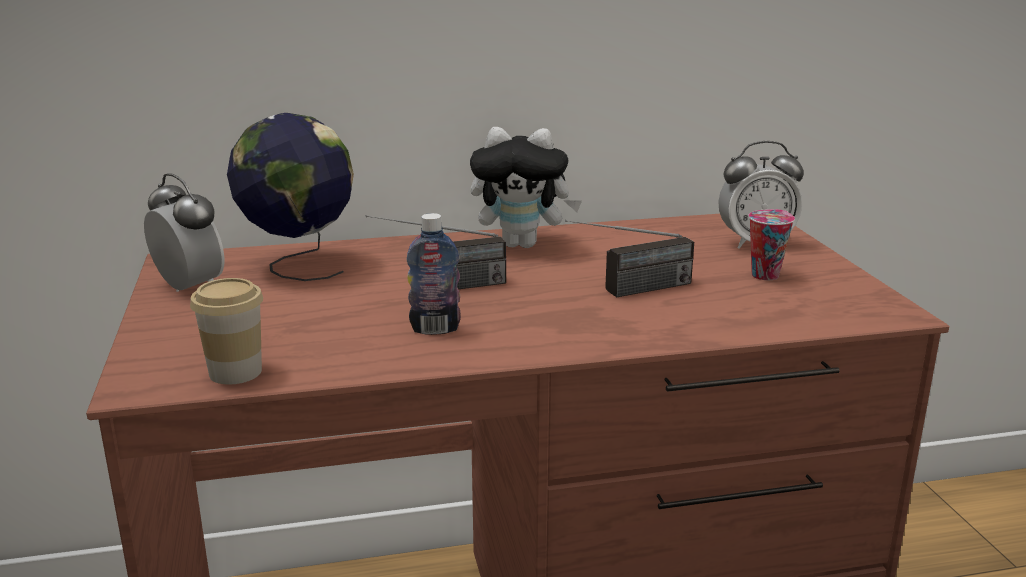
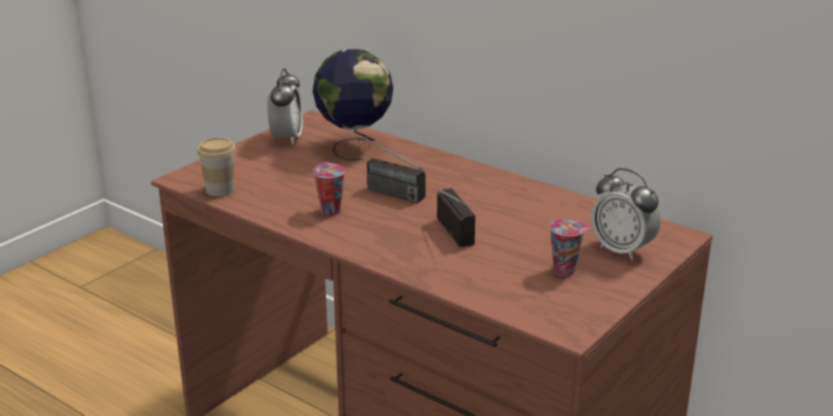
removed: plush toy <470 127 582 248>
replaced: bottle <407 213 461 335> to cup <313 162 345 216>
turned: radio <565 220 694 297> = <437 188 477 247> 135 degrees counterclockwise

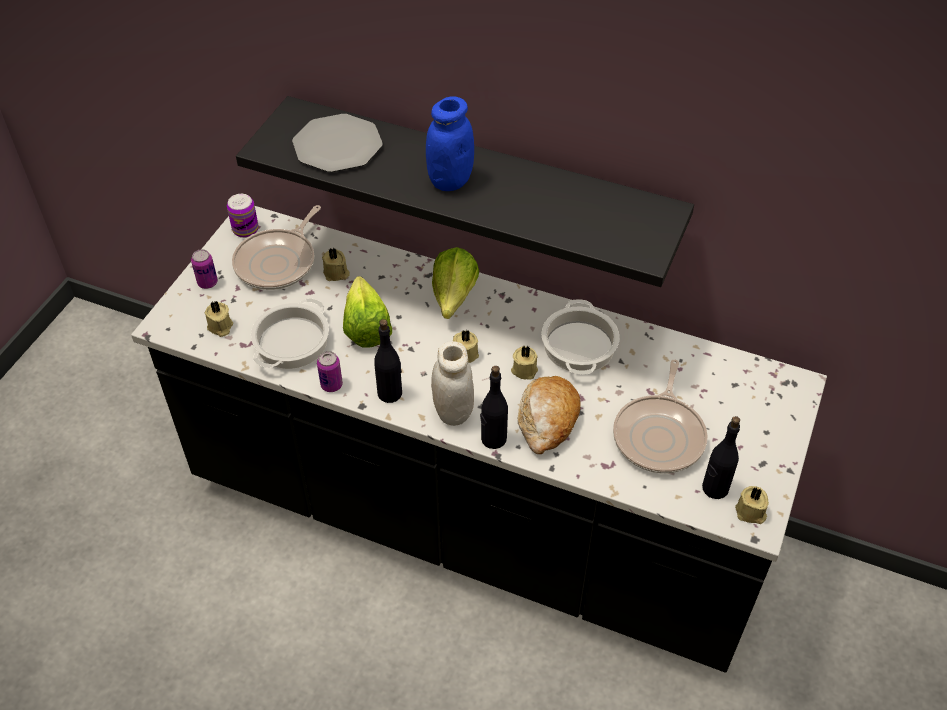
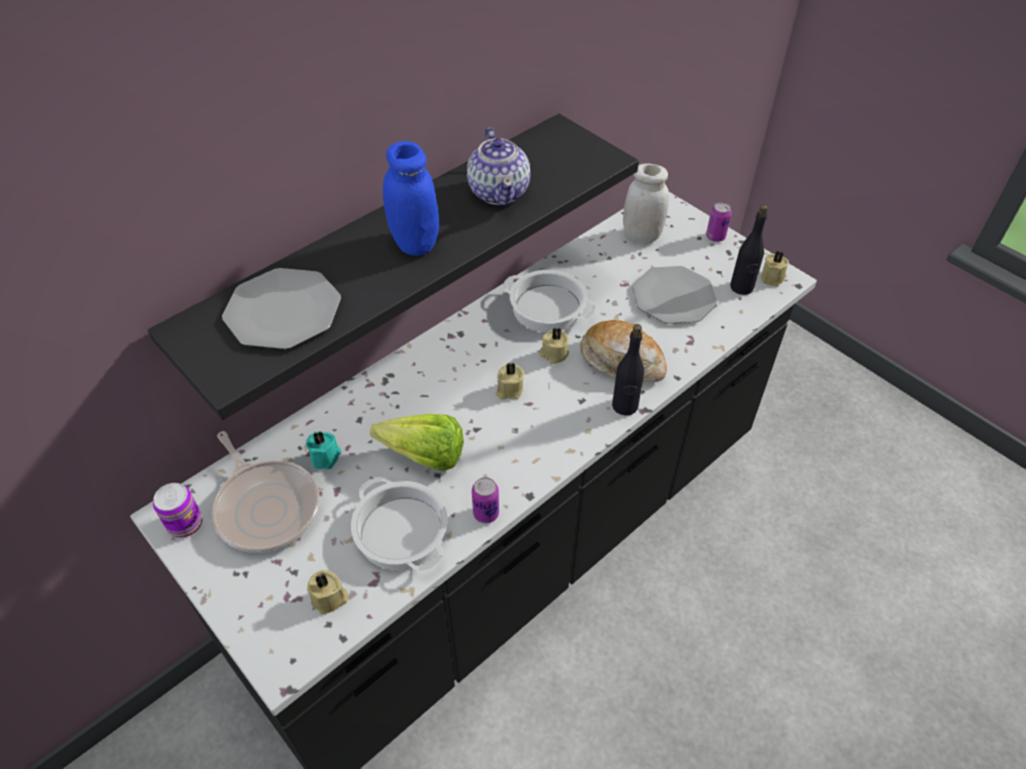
removed: bottle (black) <374 319 402 403>; lettuce <432 247 479 319>
added: teapot <467 128 530 206>
moved: can <191 249 218 289> to <706 202 732 242>; jar (white) <431 341 474 426> to <623 163 669 244>
replaced: frying pan <613 360 708 473> to plate <632 266 717 324>
recoloured: candle (beige) <322 247 350 281> to candle (turquoise) <306 432 341 469>

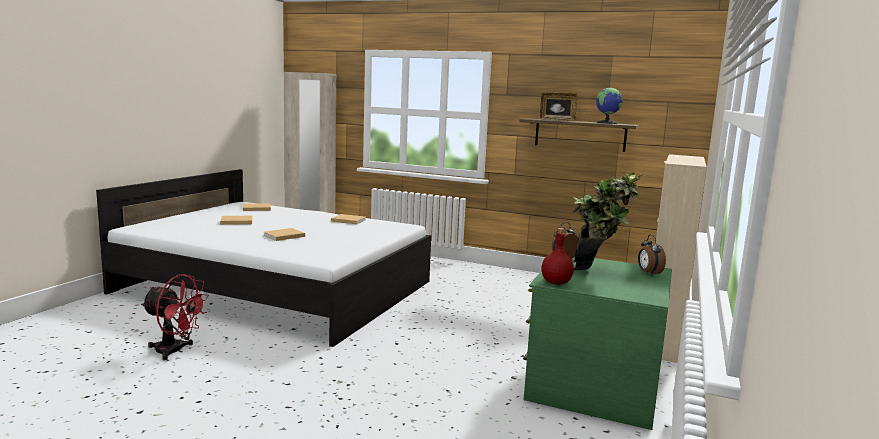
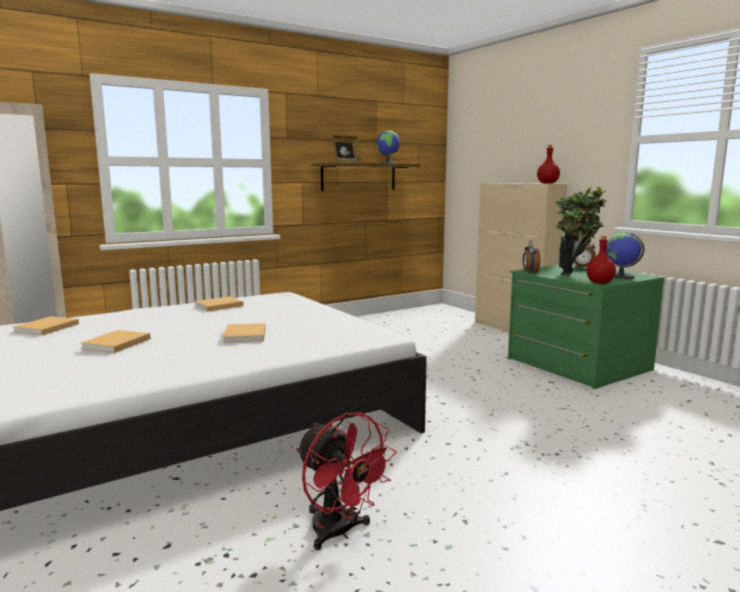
added: bottle (red) <537 145 560 184>; globe <606 233 644 279>
turned: fan (red) <141 274 209 360> = <296 413 396 550> 90 degrees clockwise

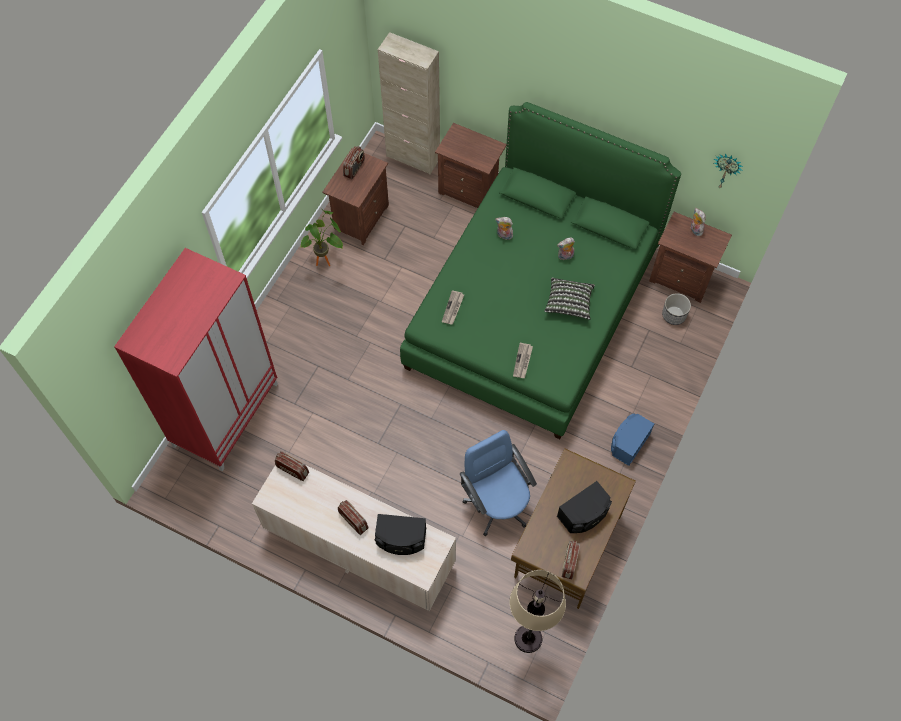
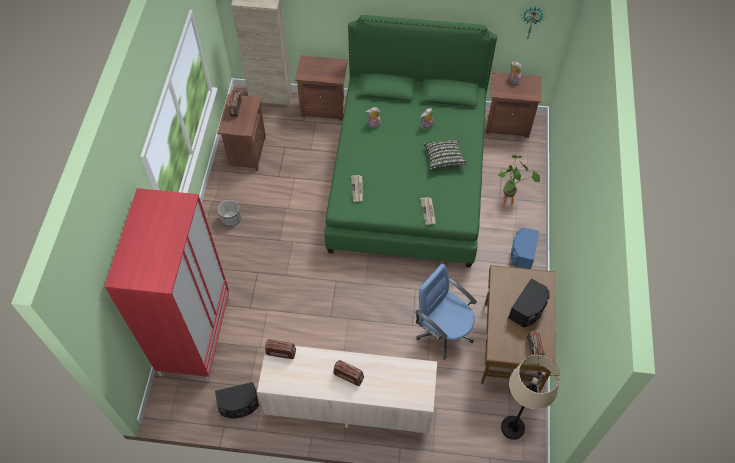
moved: potted plant <301 210 343 266> to <498 155 540 207>; speaker (black) <374 514 426 555> to <215 382 259 418>; planter <662 293 691 325> to <218 200 241 226>

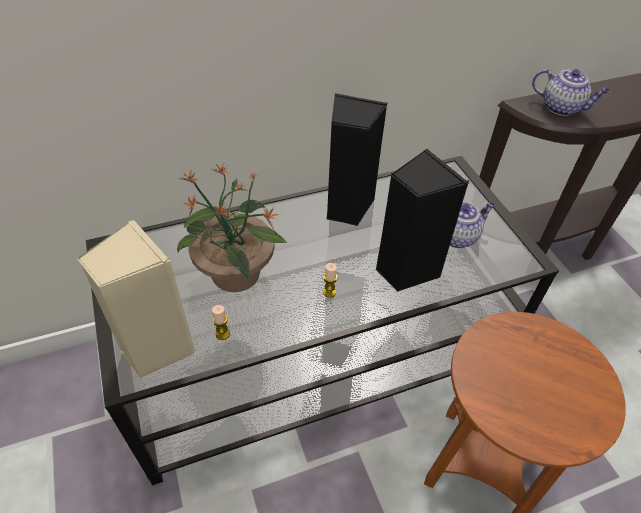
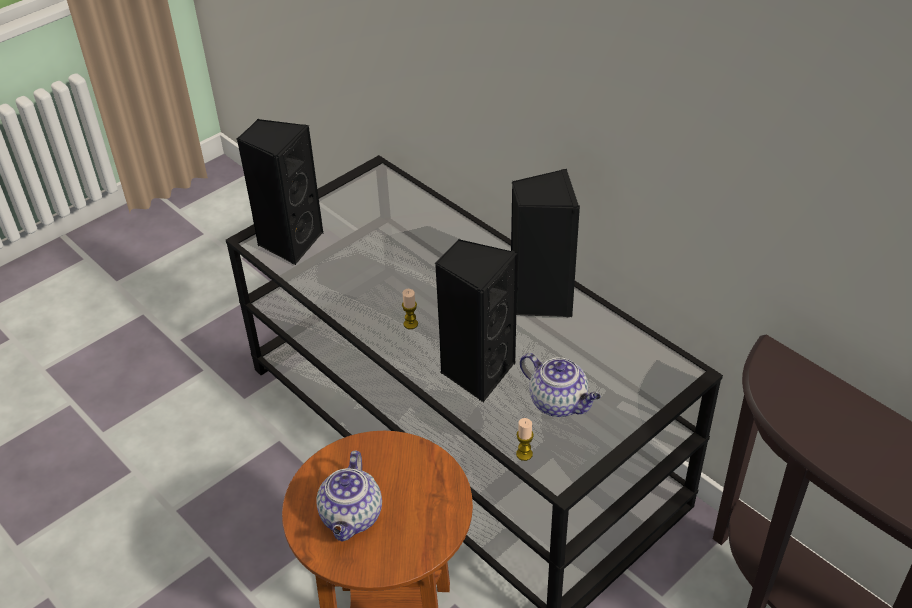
removed: potted plant <177 163 287 292>
moved: candle <212 305 230 340> to <516 418 534 461>; teapot <532 69 610 116> to <316 451 382 541>
recoloured: speaker (beige) <77 219 196 378> to speaker (black) <237 118 324 265>

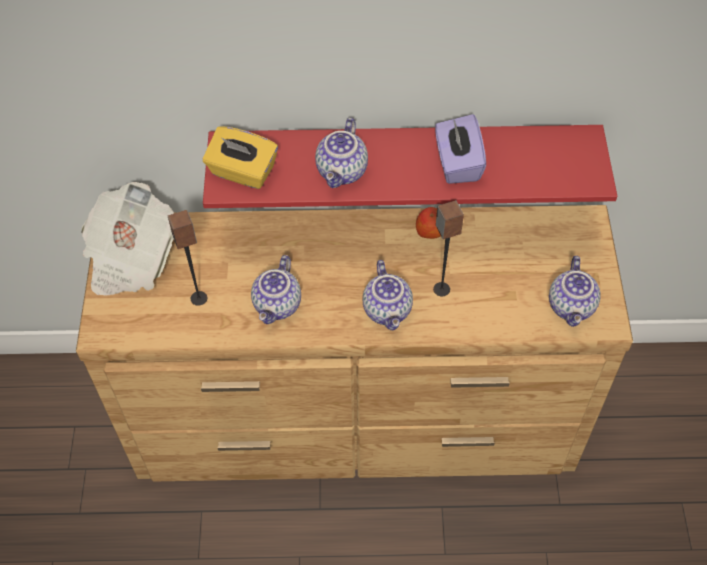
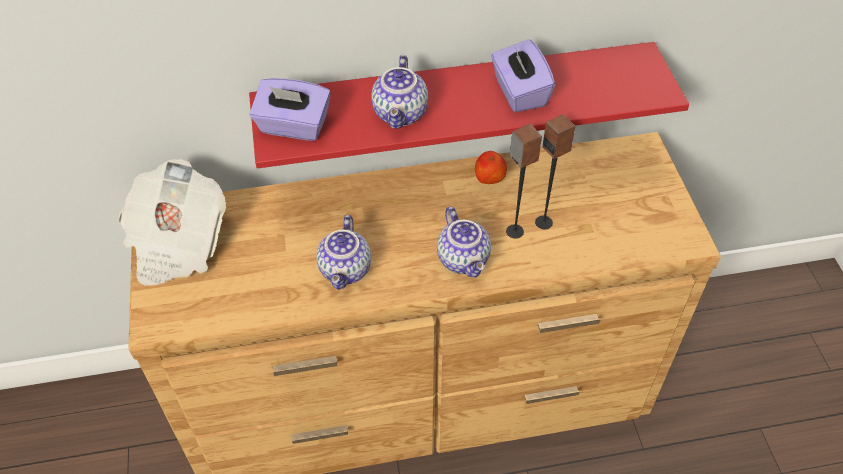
removed: teapot <549 256 601 327>
moved: speaker <168 210 207 306> to <535 114 576 229>
recoloured: tissue box (yellow) <203 126 278 189> to tissue box (purple) <250 78 331 141>

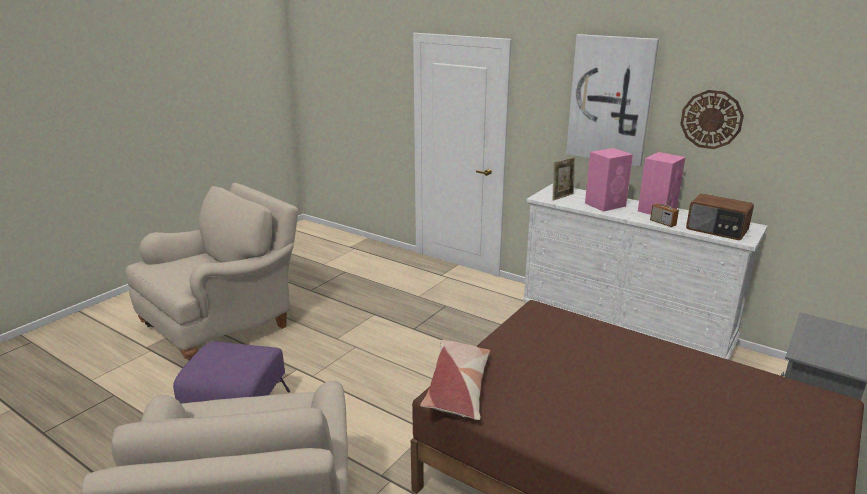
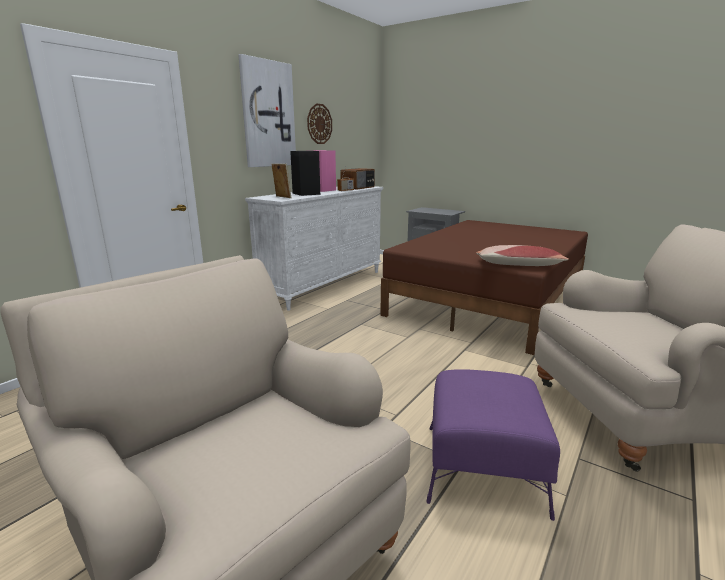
recoloured: speaker (pink) <585 148 633 212> to speaker (black) <290 151 320 196>

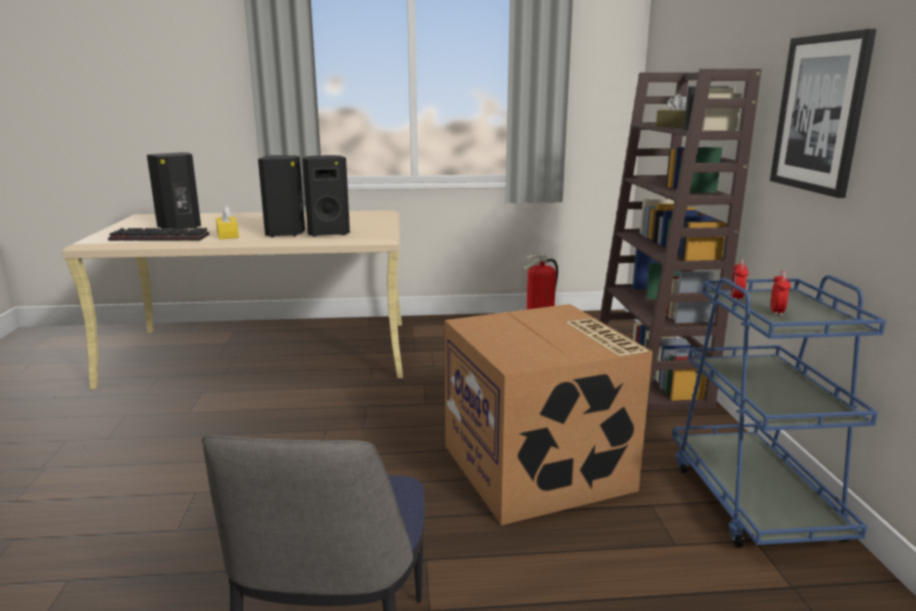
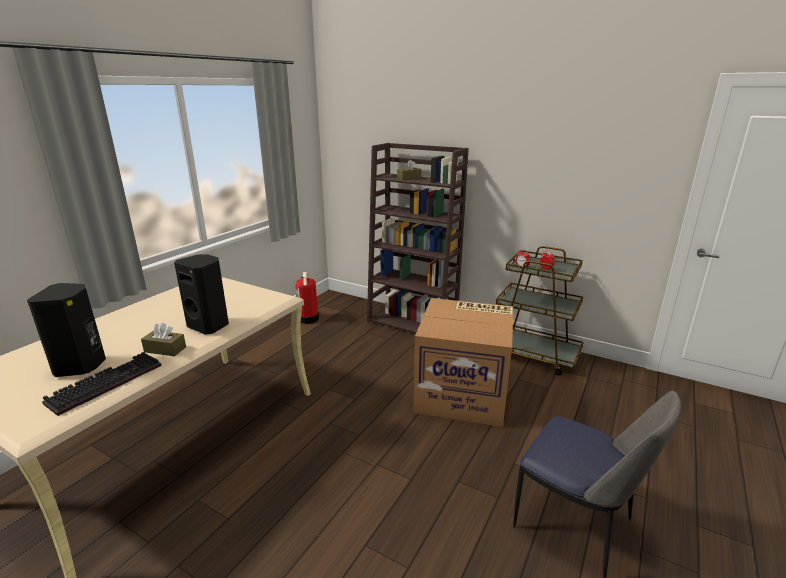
removed: speaker (black) <302 155 350 237>; picture <770 29 876 198>
recoloured: tissue box (yellow) <216 206 239 239> to tissue box (brown) <141 322 186 356>; cart (blue) <672 275 886 548> to cart (brown) <496 246 584 376>

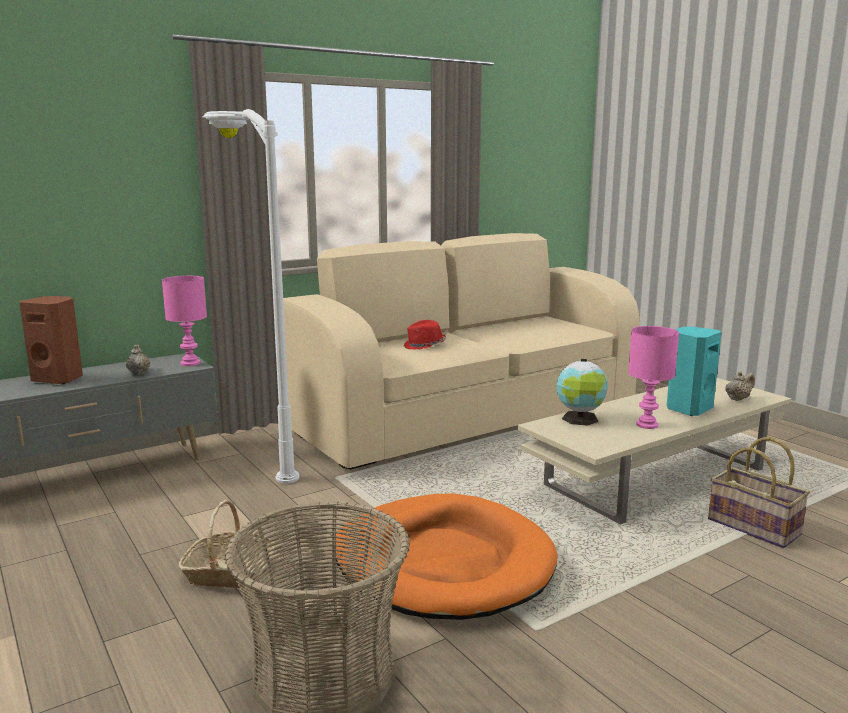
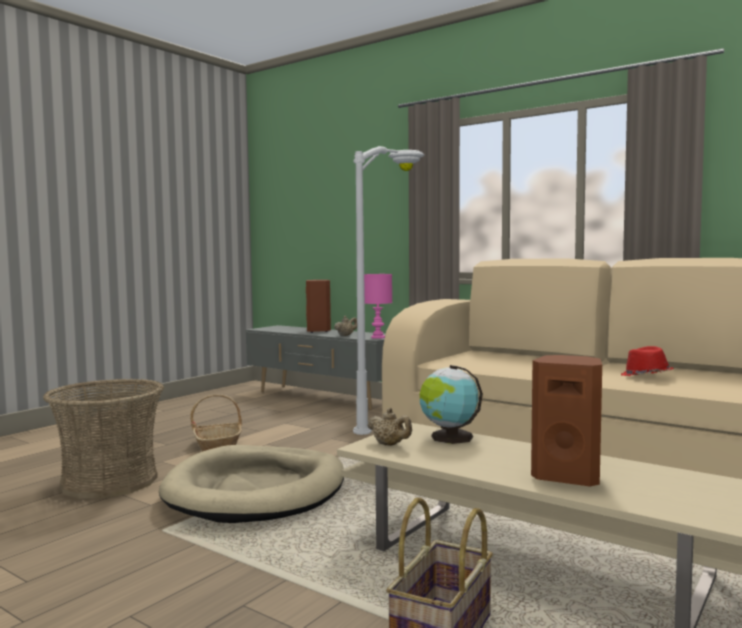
removed: table lamp (pink) <628 326 679 429>
moved: hat (red) <404 320 447 350> to <621 346 674 376>; teapot (beige) <725 372 755 401> to <367 408 412 446>
recoloured: dog bed (orange) <336 494 558 620> to dog bed (beige) <159 445 344 523>; speaker (turquoise) <667 327 722 416> to speaker (brown) <531 355 602 487>

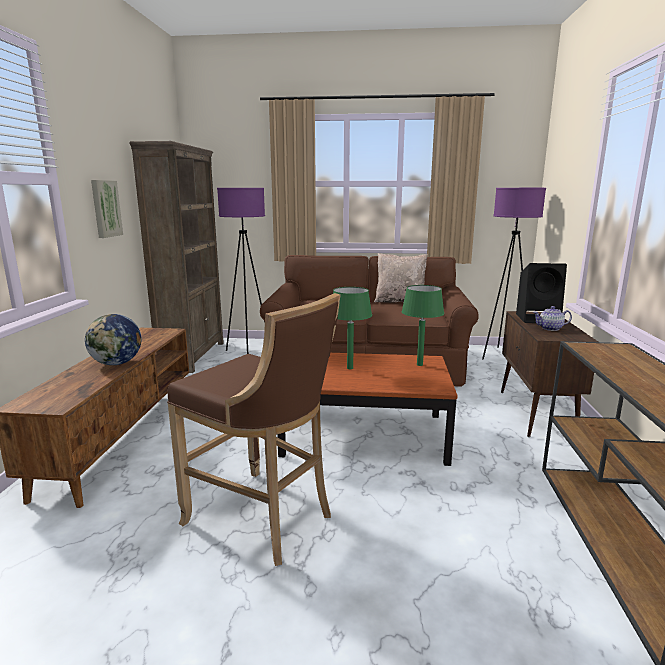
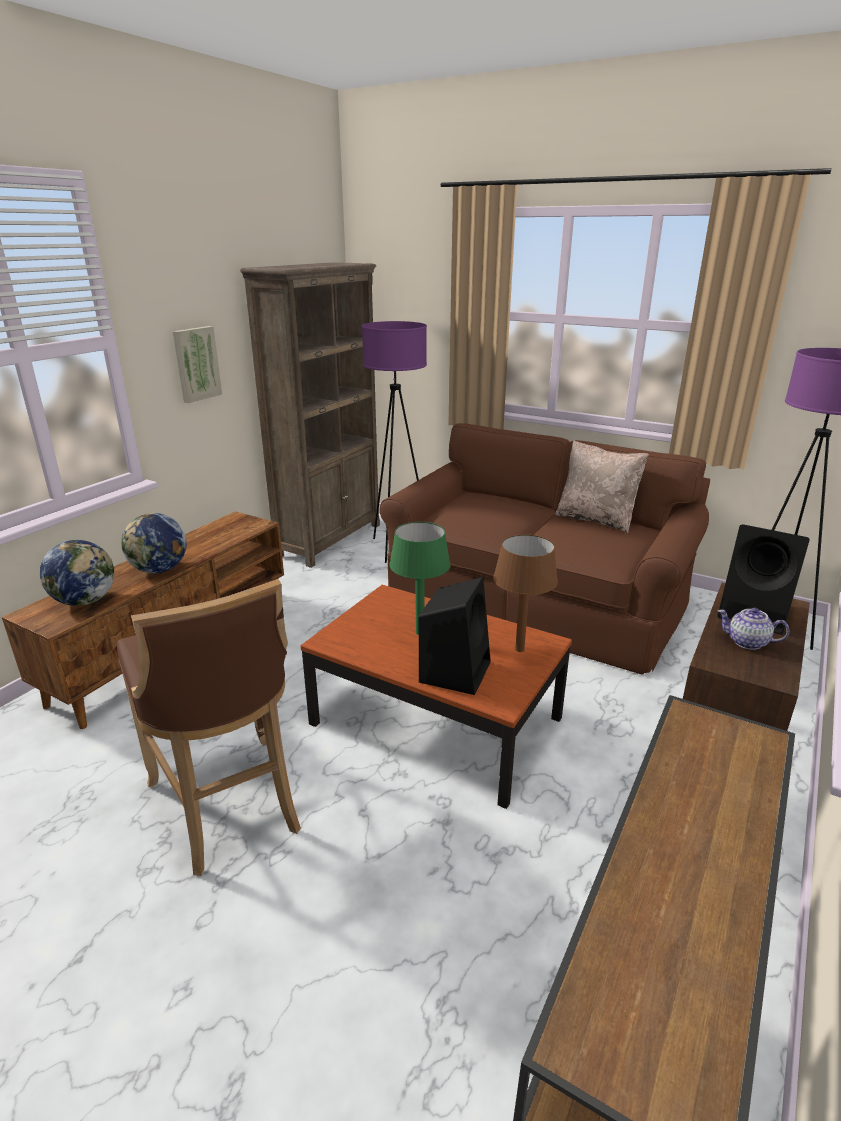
added: globe <40 540 114 606>; speaker (black) <419 577 491 695>
recoloured: table lamp (green) <401 285 444 366> to table lamp (brown) <493 534 558 652>

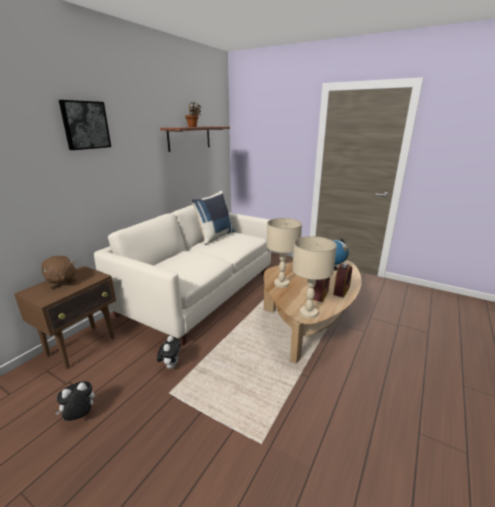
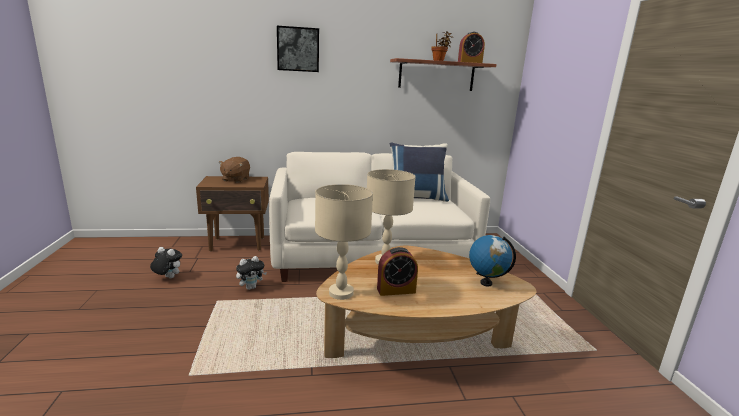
moved: alarm clock <333 263 352 297> to <458 32 485 63>

